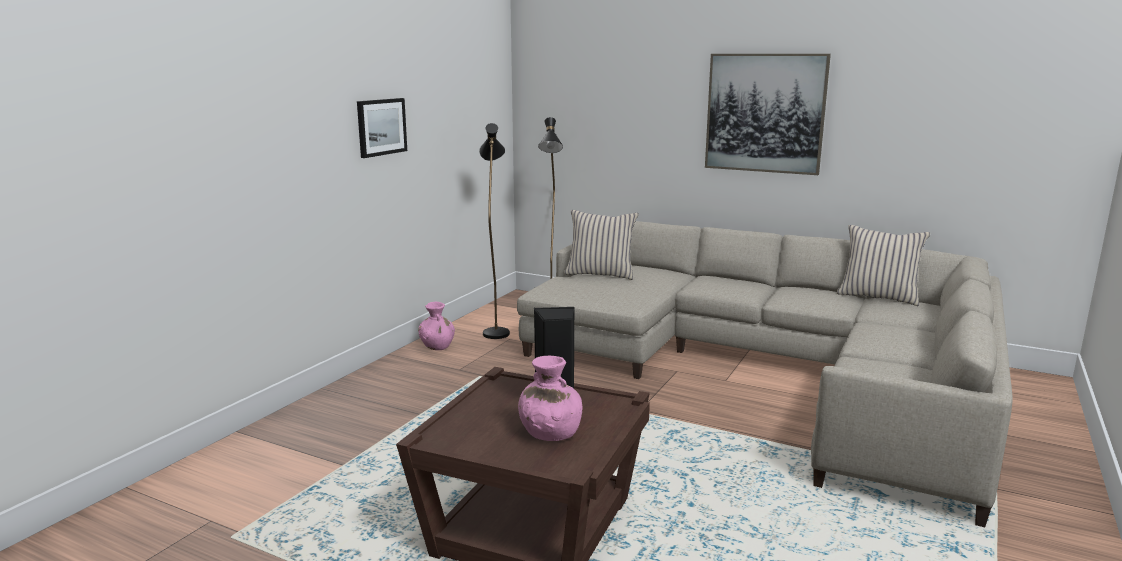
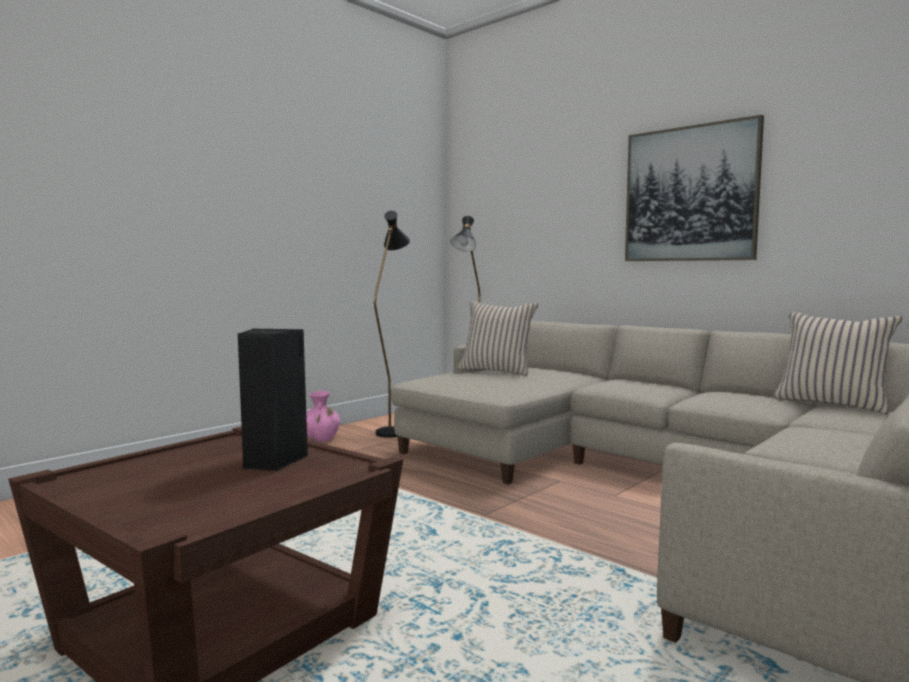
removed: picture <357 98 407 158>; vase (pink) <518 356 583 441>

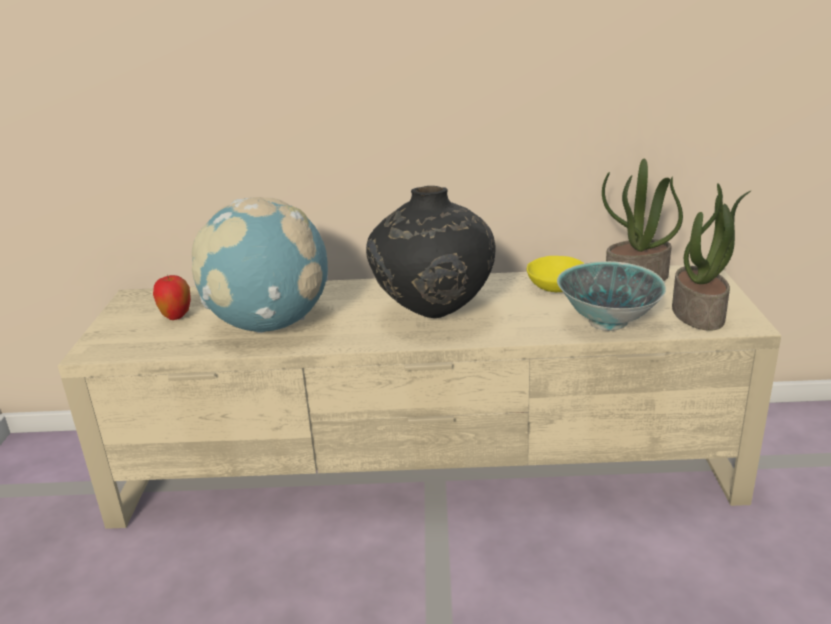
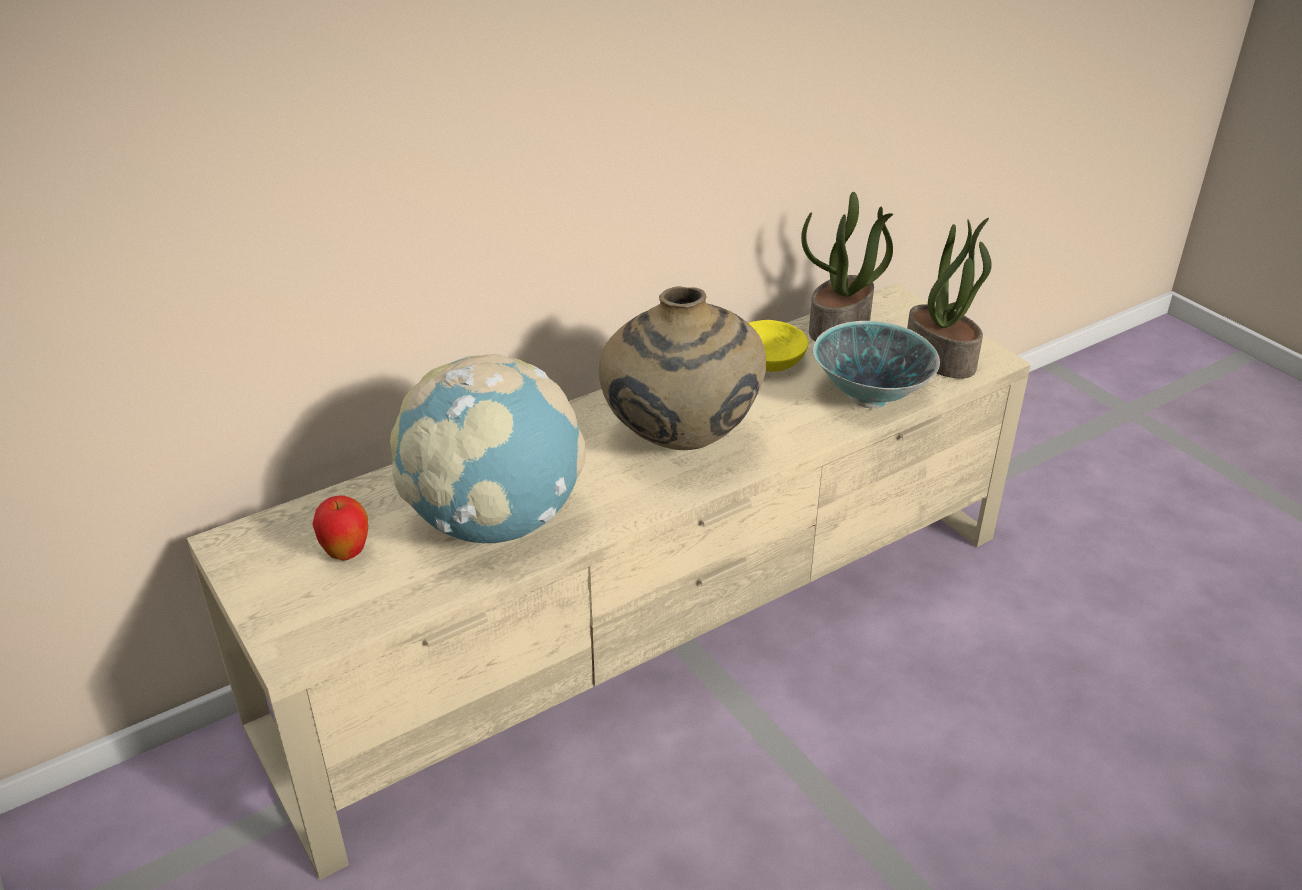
recoloured: vase (black) <366 186 496 318> to vase (beige) <599 286 766 450>

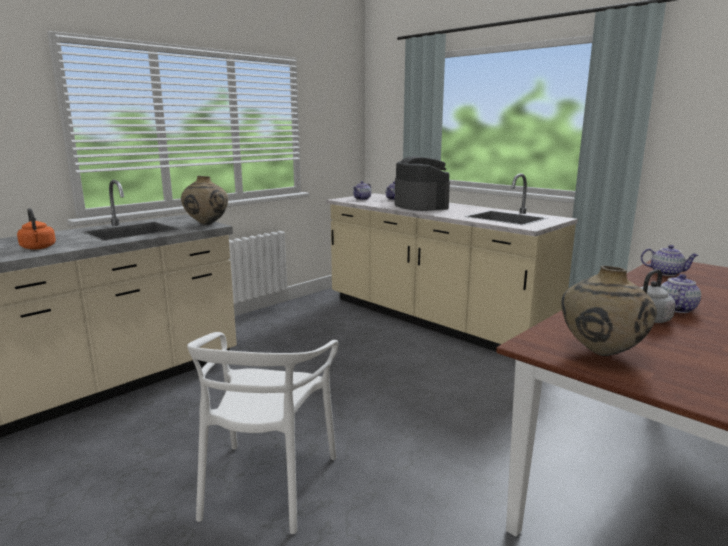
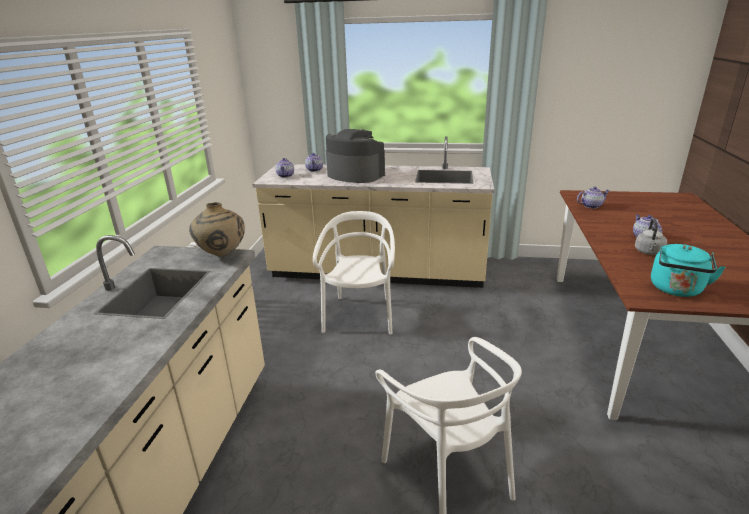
removed: kettle (orange) <17 208 56 250>
added: chair (white) <313 211 395 335>
replaced: vase (beige) <561 266 657 356> to kettle (turquoise) <651 244 726 297>

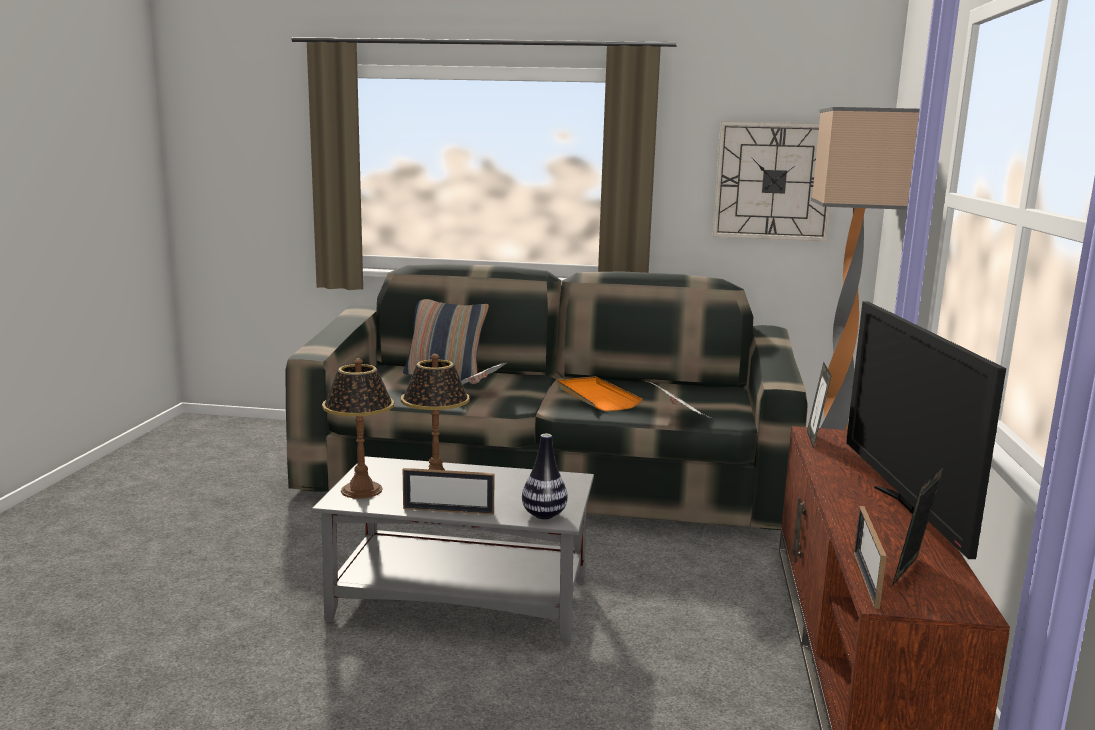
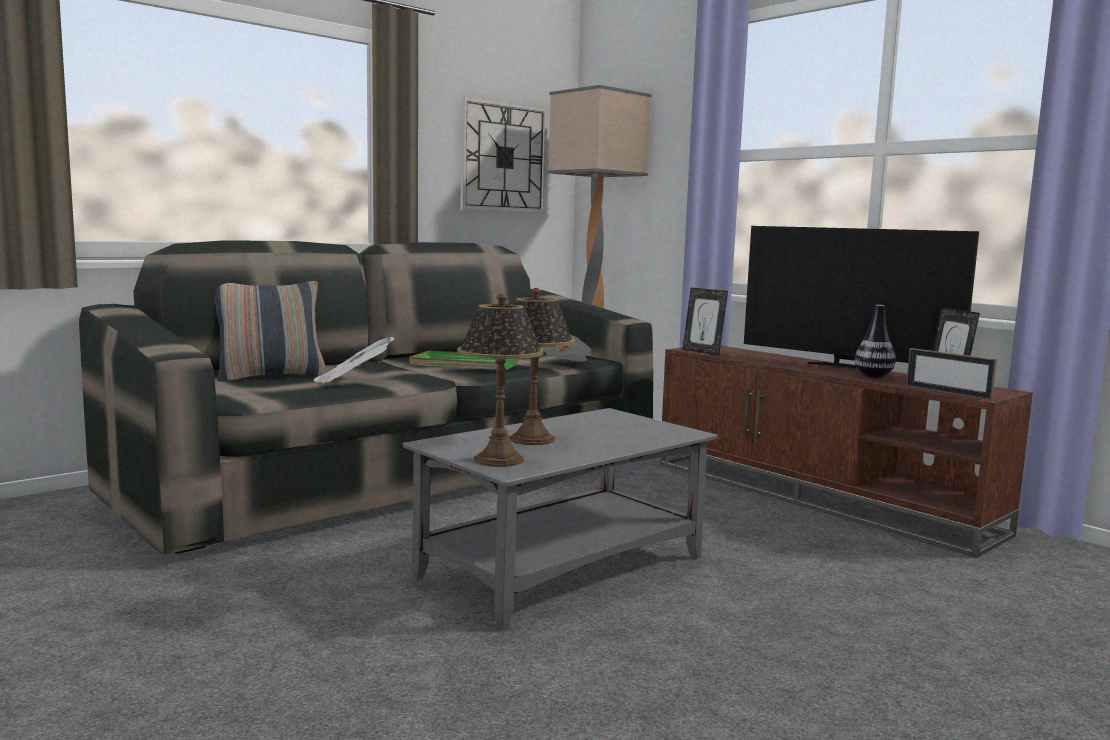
removed: picture frame <403 468 495 515>
moved: vase <522 434 568 519> to <855 305 896 378>
recoloured: tray (orange) <557 376 643 411> to tray (green) <409 351 518 370>

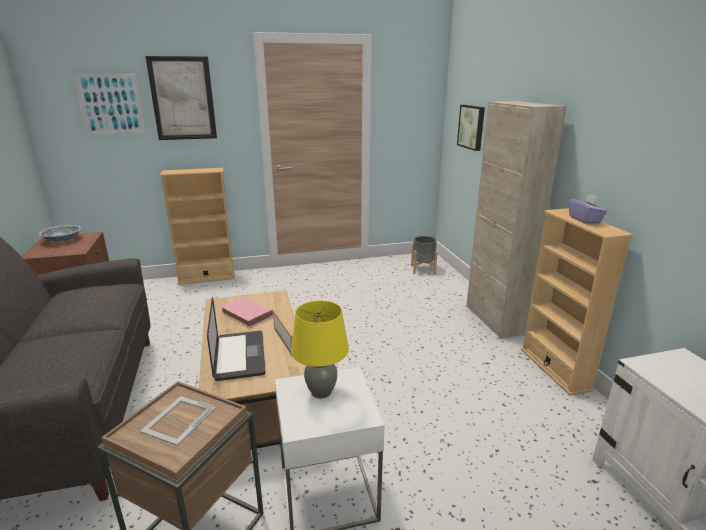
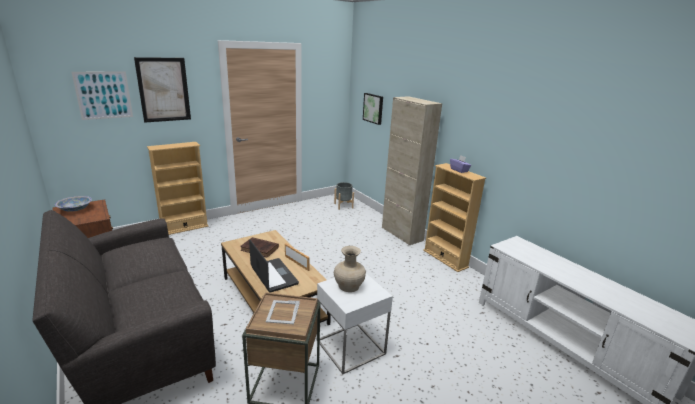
replaced: table lamp (yellow) <291 300 349 399> to vase (beige) <334 246 366 292>
recoloured: book (pink) <221 296 273 328> to book (brown) <240 237 279 257>

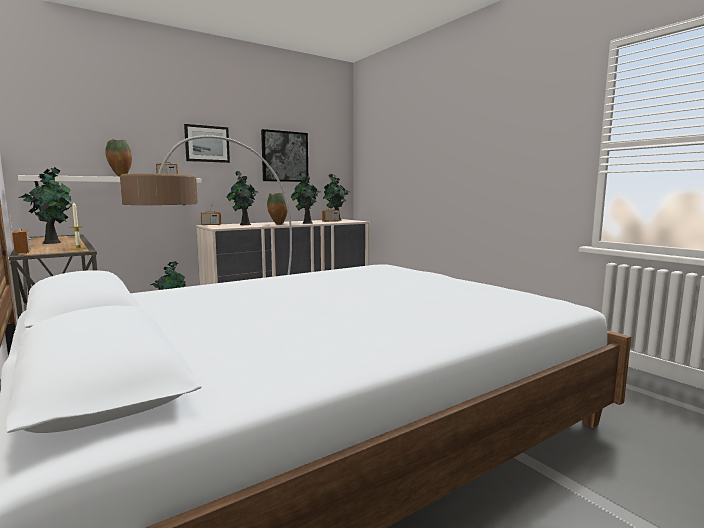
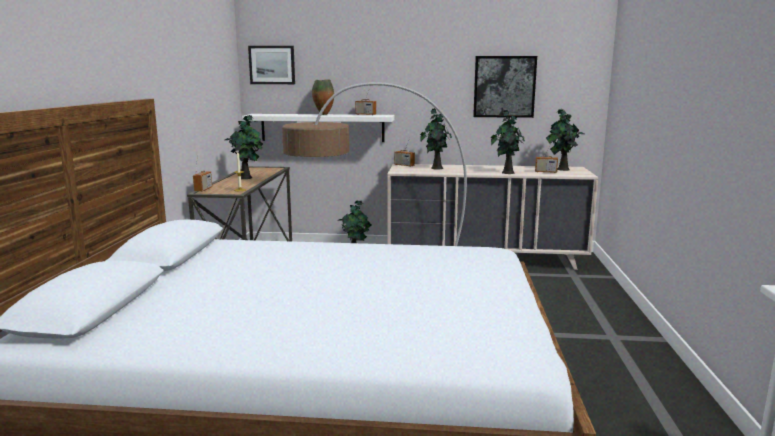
removed: vase <267 193 288 225>
moved: picture <184 124 230 163> to <248 46 295 84>

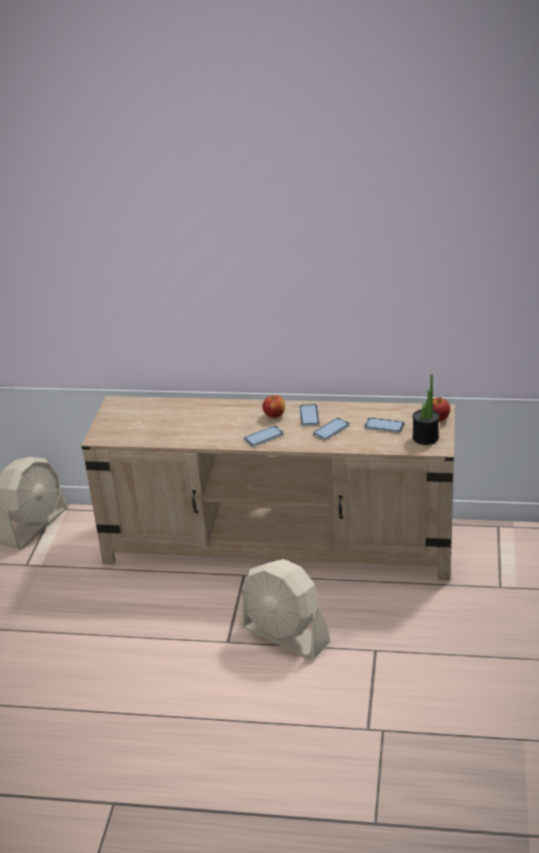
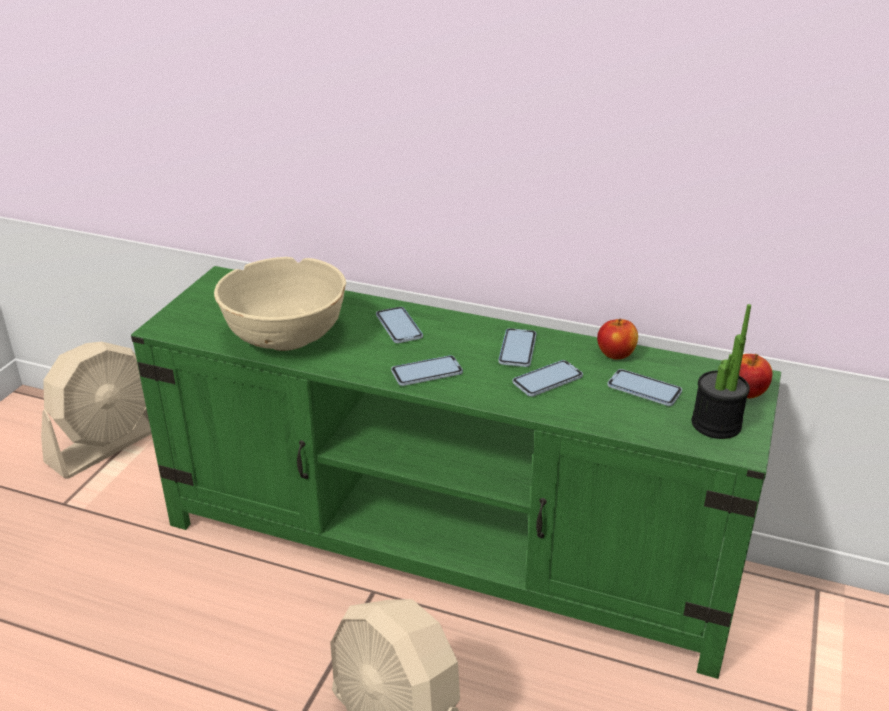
added: bowl (beige) <214 257 346 351>; phone <376 307 423 343>
moved: apple <262 395 285 418> to <597 319 638 360>
recoloured: tv stand (beige) <81 396 455 580> to tv stand (green) <131 266 781 679>

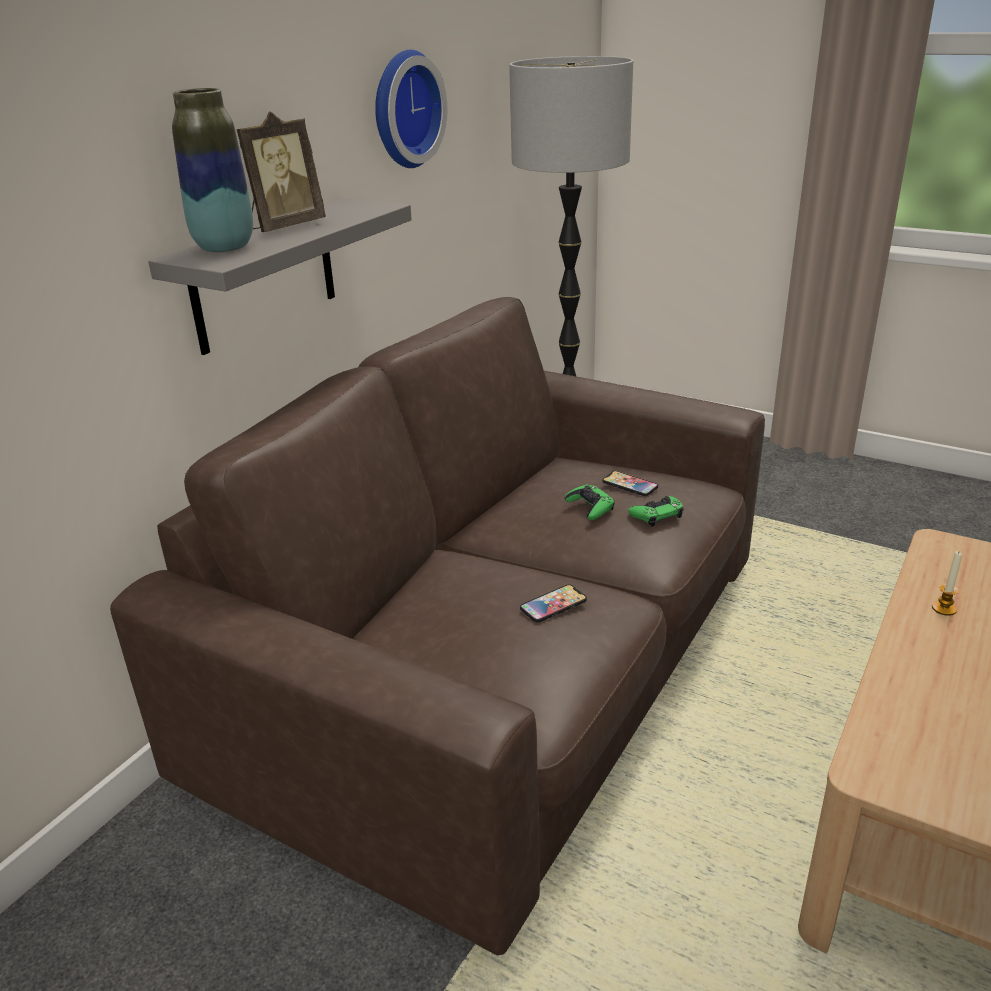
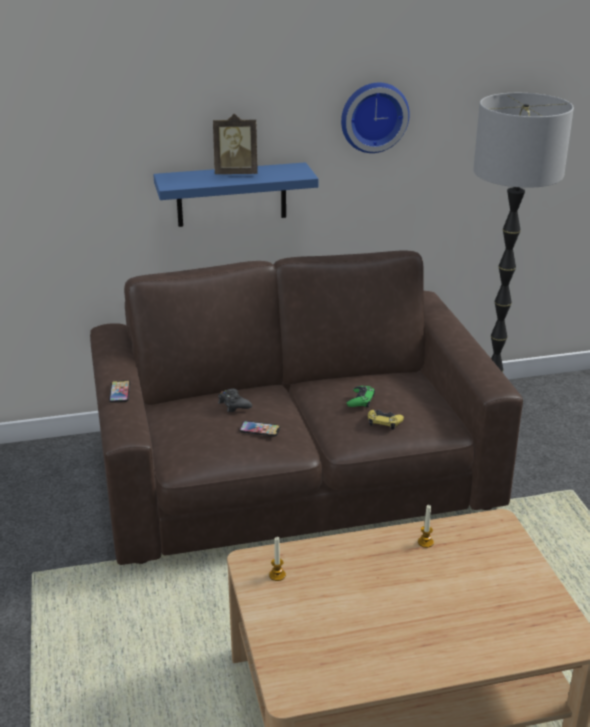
removed: vase <172 88 253 252>
added: game controller (black) <218 389 252 412>; candle <269 537 286 581>
moved: phone <602 471 658 496> to <109 380 130 403>
recoloured: shelf (grey) <148 198 412 355> to shelf (blue) <153 162 319 227>; game controller (green) <628 496 683 527> to game controller (yellow) <368 410 404 430>

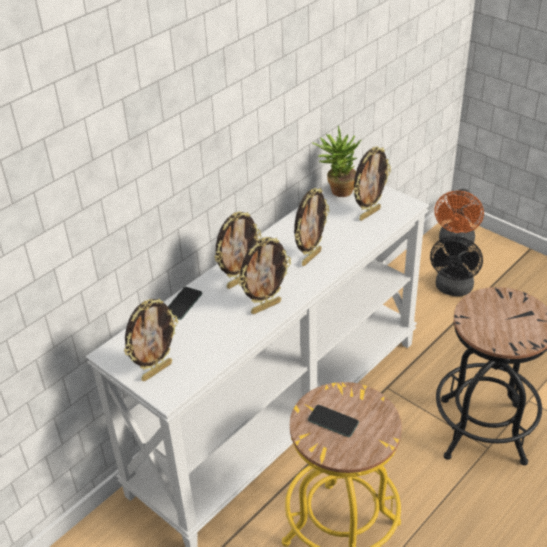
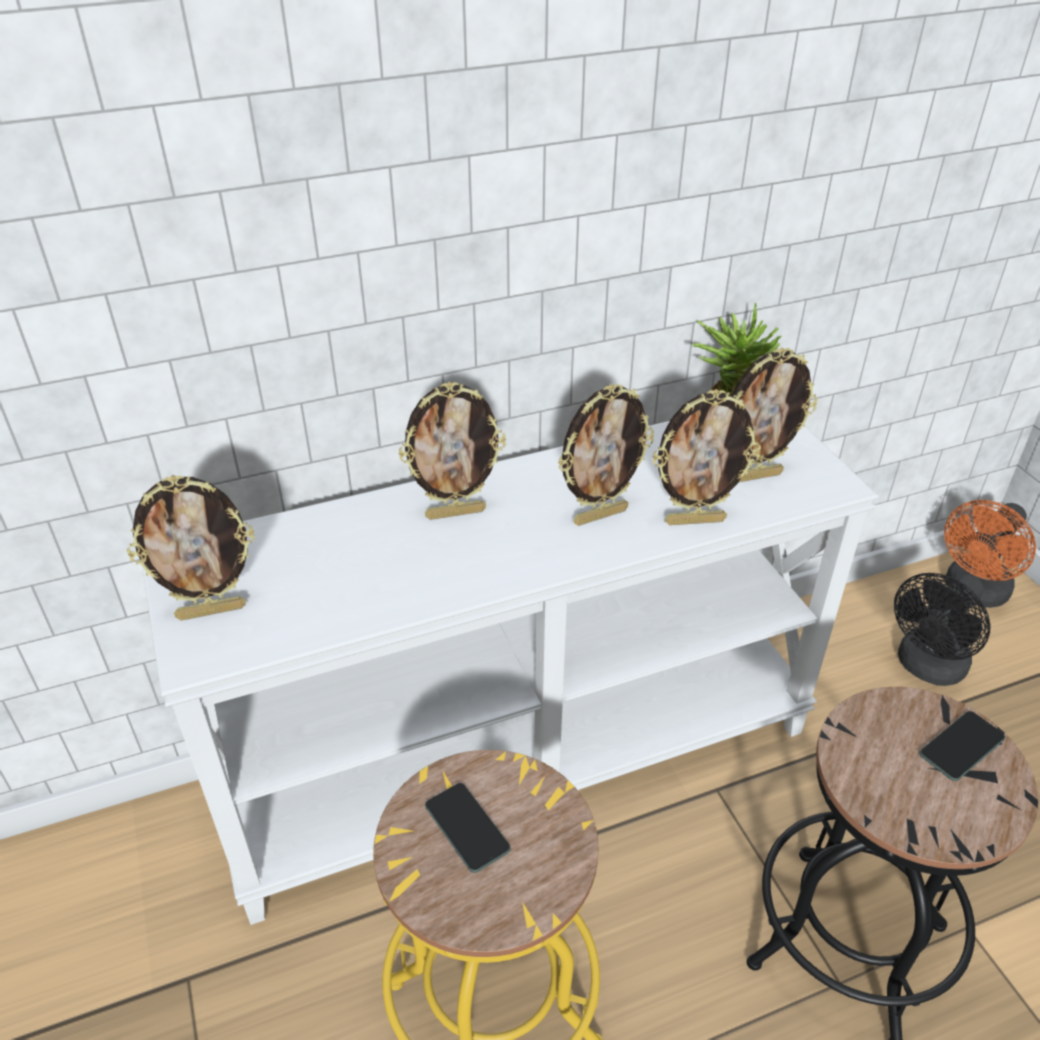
moved: phone <168 287 202 320> to <920 711 1005 781>; picture frame <239 237 291 314> to <652 389 761 525>

